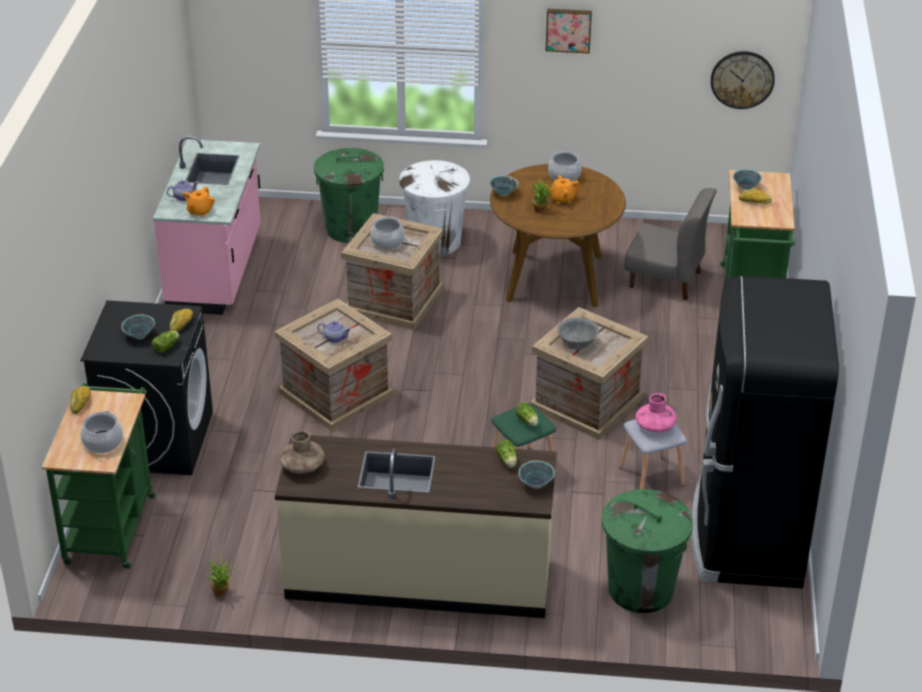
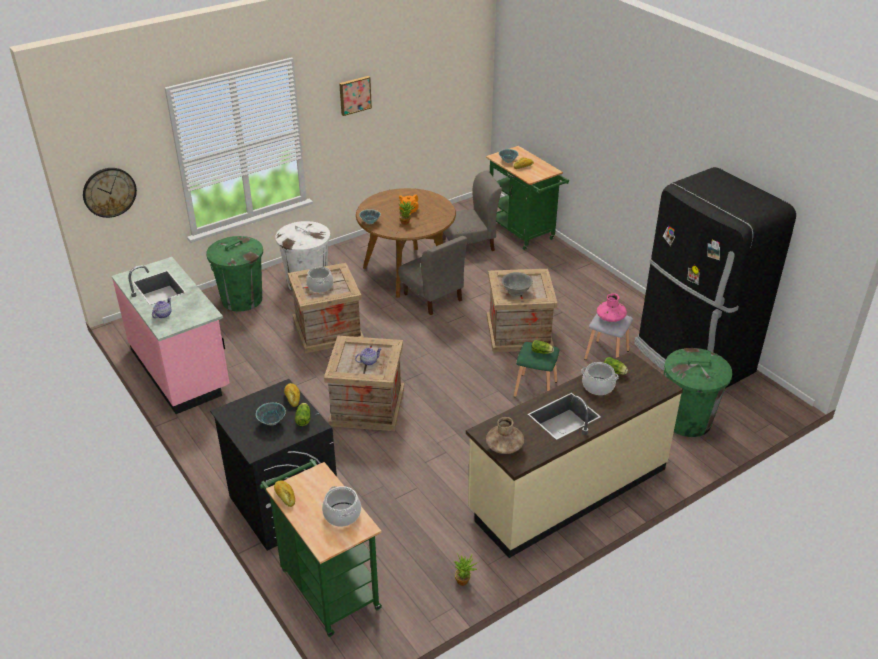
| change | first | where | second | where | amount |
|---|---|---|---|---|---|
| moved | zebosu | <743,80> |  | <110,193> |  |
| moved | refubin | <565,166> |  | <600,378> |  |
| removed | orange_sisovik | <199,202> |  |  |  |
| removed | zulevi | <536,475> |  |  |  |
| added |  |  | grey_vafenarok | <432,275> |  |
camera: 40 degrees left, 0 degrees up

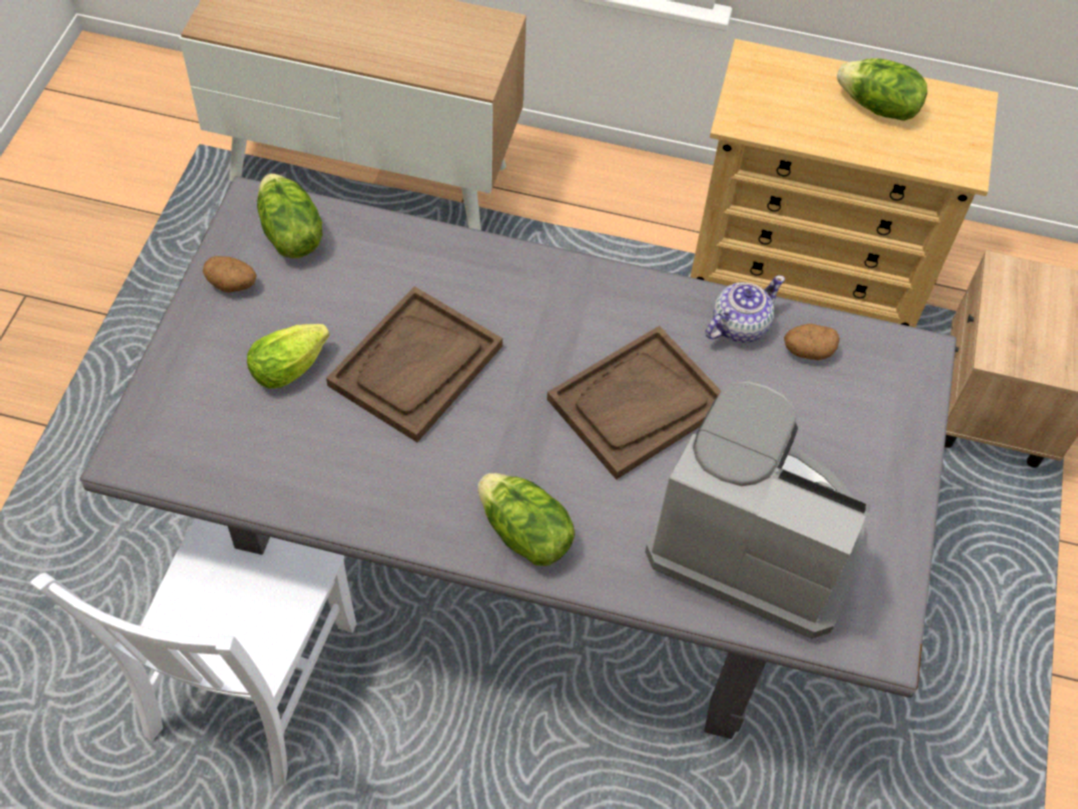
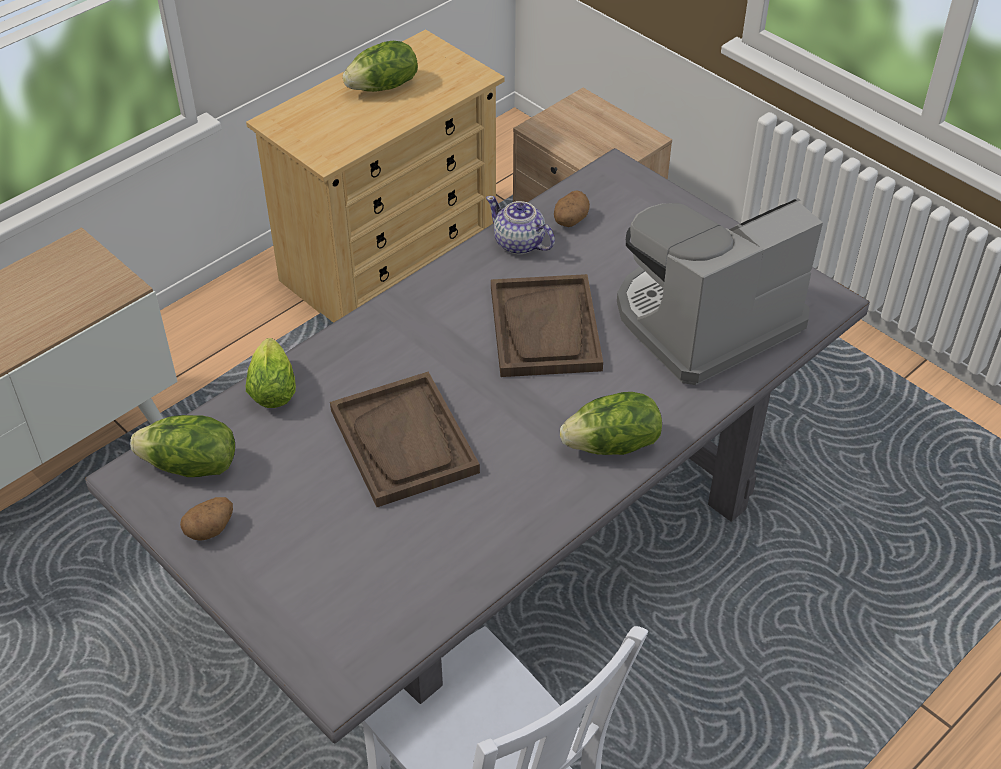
| change | first | where | second | where | amount |
|---|---|---|---|---|---|
| turned | sisovik | <745,308> |  | <520,225> | 45 degrees counterclockwise |
| moved | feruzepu | <288,356> |  | <271,373> |  |
camera: 55 degrees left, 10 degrees down

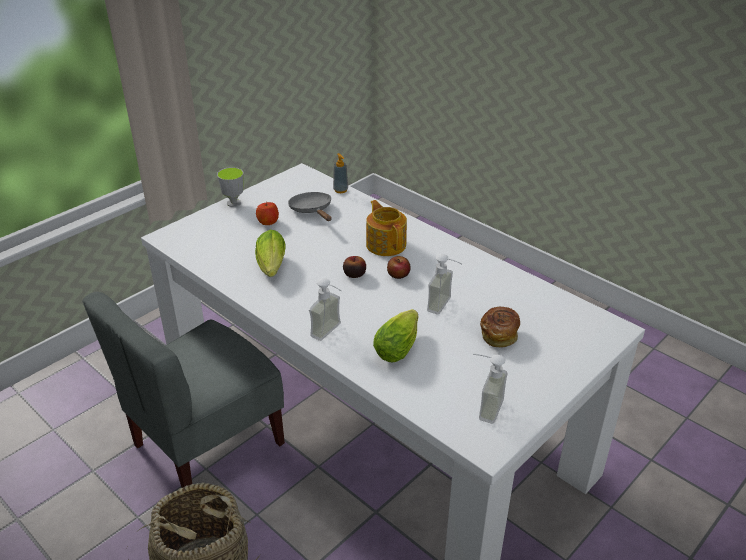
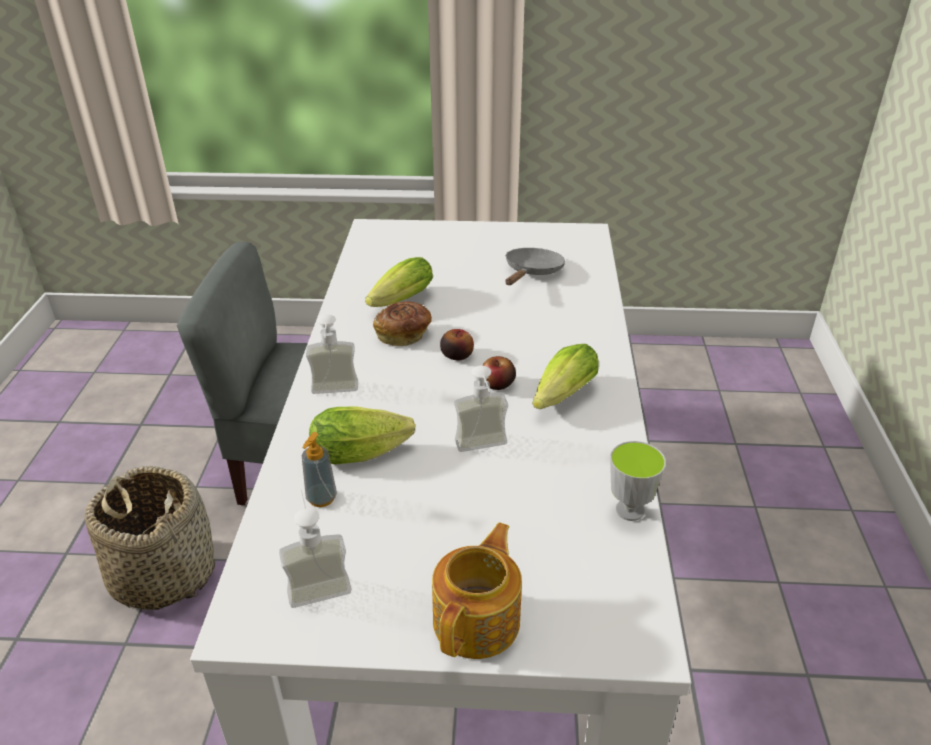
| change | first | where | second | where | amount |
|---|---|---|---|---|---|
| moved | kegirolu | <340,173> |  | <319,469> |  |
| moved | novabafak | <230,187> |  | <638,481> |  |
| moved | sisovik | <386,228> |  | <477,590> |  |
| removed | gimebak | <267,213> |  |  |  |
| moved | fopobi | <500,326> |  | <402,324> |  |
| added |  |  | feruzepu | <565,376> |  |
camera: 50 degrees right, 0 degrees up

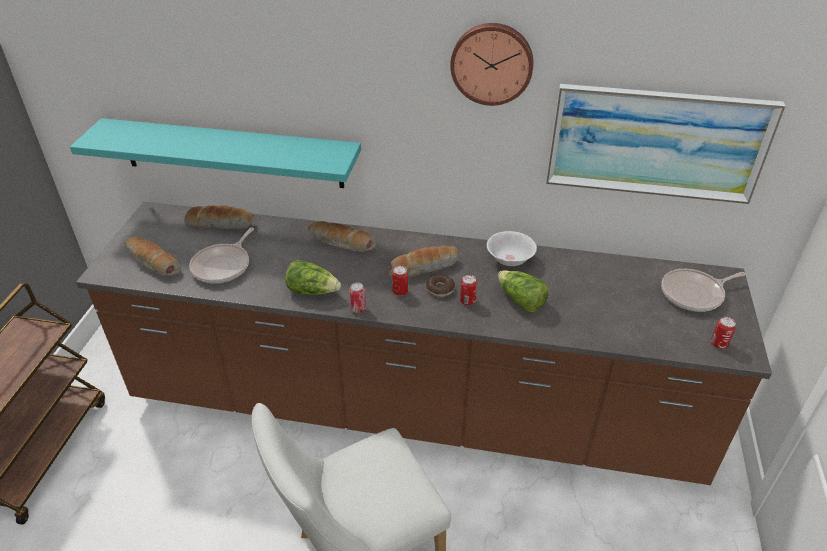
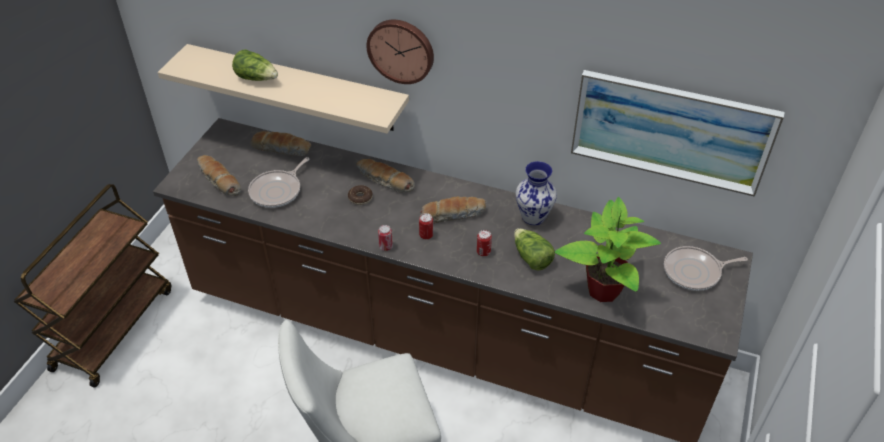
| change | first | where | second | where | amount |
|---|---|---|---|---|---|
| moved | zebosu | <491,64> |  | <400,52> |  |
| recoloured | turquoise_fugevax | <215,153> | beige_fugevax | <283,89> |  |
| replaced | white_zulevi | <512,248> | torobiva | <536,193> |  |
| moved | feruzepu | <313,277> |  | <255,65> |  |
| moved | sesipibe | <440,285> |  | <360,195> |  |
| removed | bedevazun | <723,333> |  |  |  |
| added |  |  | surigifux | <608,249> |  |
camera: 10 degrees right, 5 degrees up

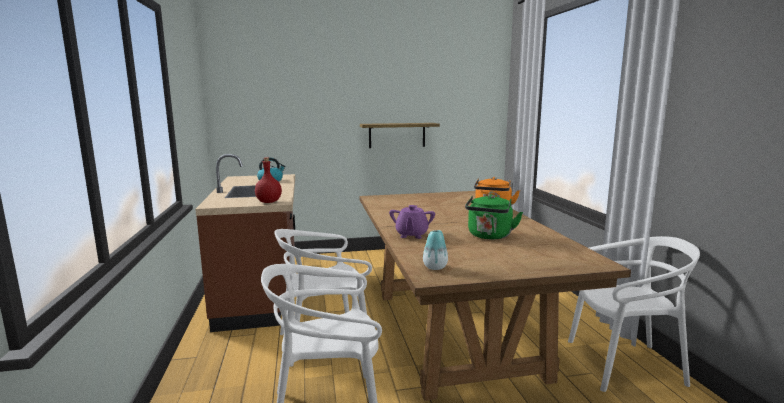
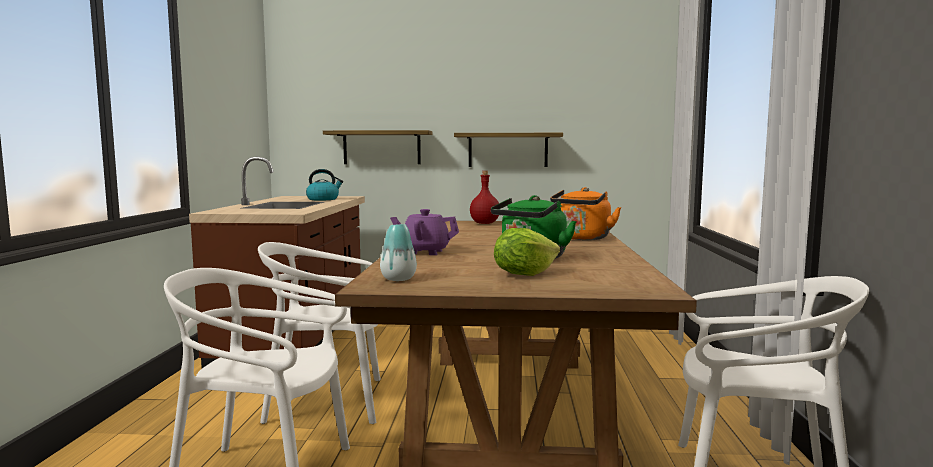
| change | first | where | second | where | amount |
|---|---|---|---|---|---|
| moved | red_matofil | <268,180> |  | <484,197> |  |
| turned | purple_sisovik | <412,222> |  | <424,232> | 75 degrees clockwise |
| added |  |  | fugevax | <378,147> |  |
| added |  |  | feruzepu | <527,252> |  |
camera: 15 degrees right, 5 degrees down

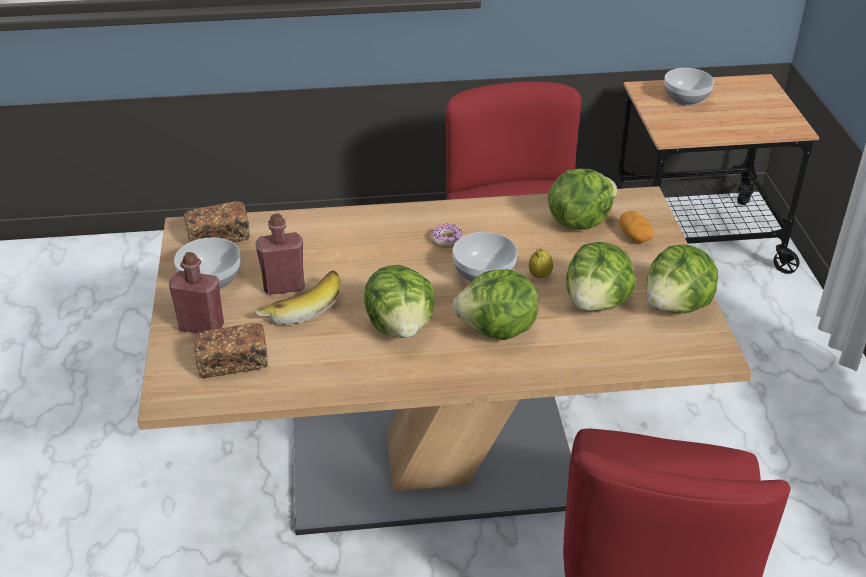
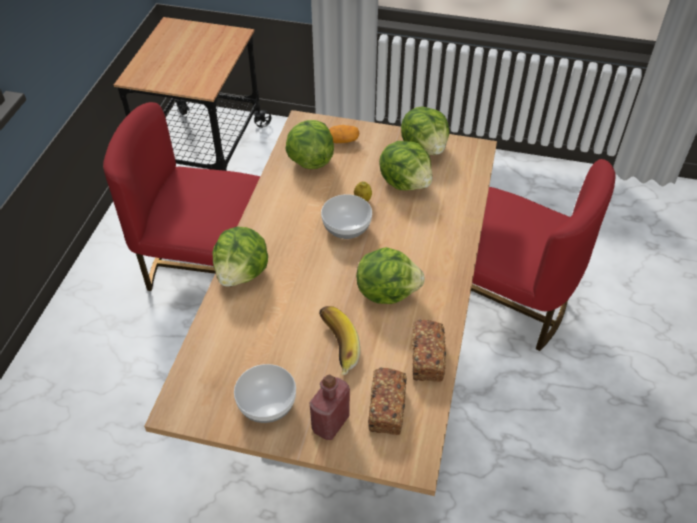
| change | first | where | second | where | amount |
|---|---|---|---|---|---|
| removed | zulevi | <689,87> |  |  |  |
| moved | fopobi | <217,221> |  | <429,351> |  |
| removed | red_matofil | <280,254> |  |  |  |
| removed | sesipibe | <447,236> |  |  |  |
| moved | feruzepu | <495,304> |  | <240,257> |  |
camera: 70 degrees left, 10 degrees up

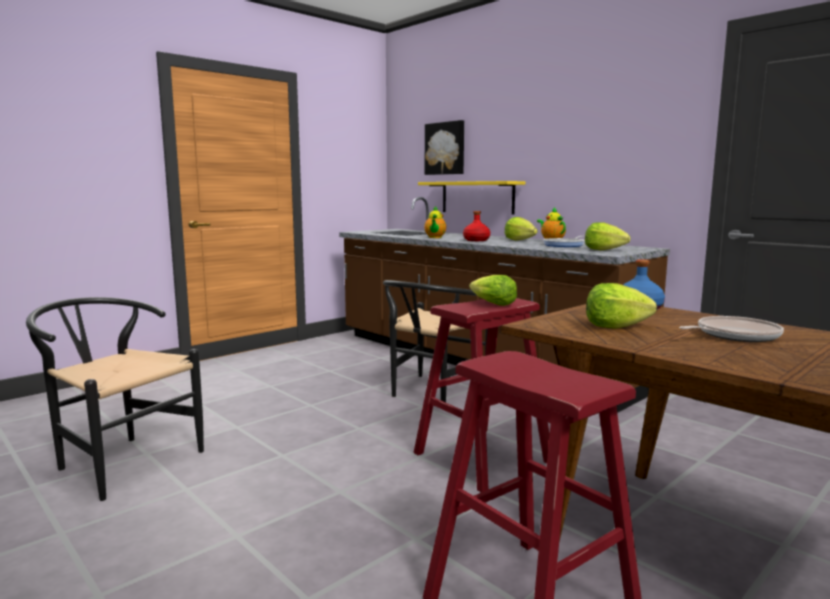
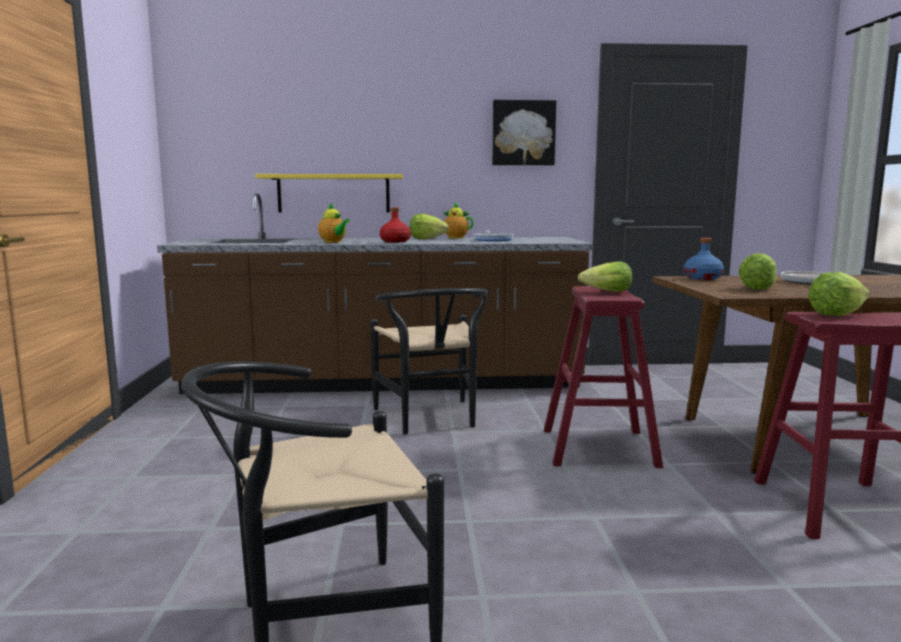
| change | first | where | second | where | amount |
|---|---|---|---|---|---|
| moved | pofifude | <444,147> |  | <524,132> |  |
| moved | feruzepu | <607,236> |  | <839,294> |  |
camera: 50 degrees left, 0 degrees up

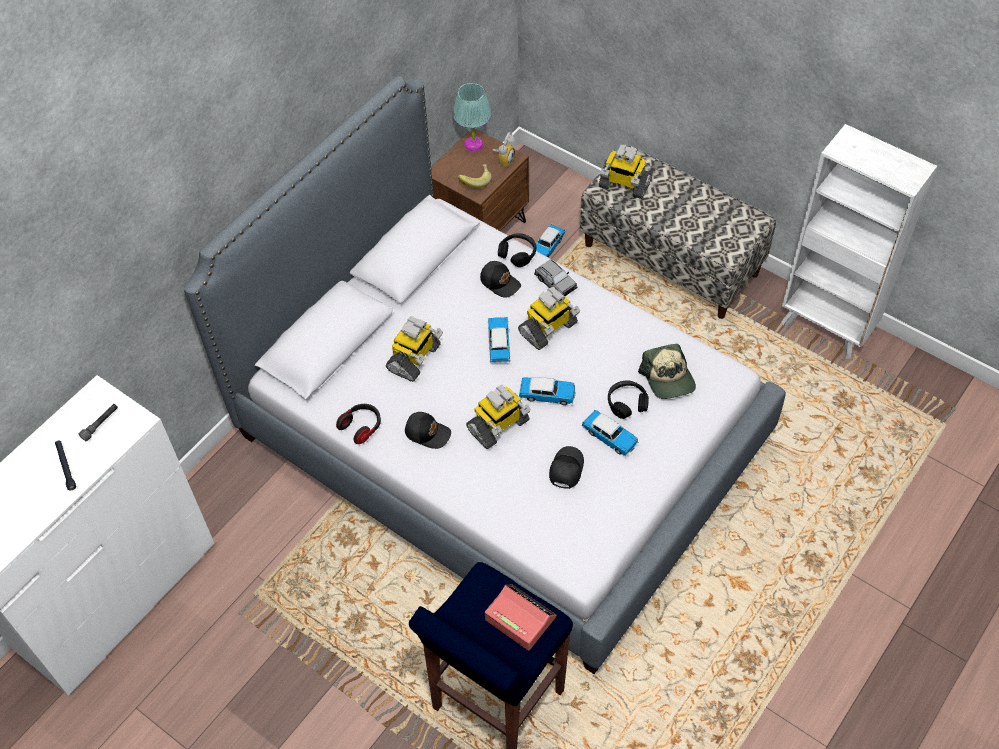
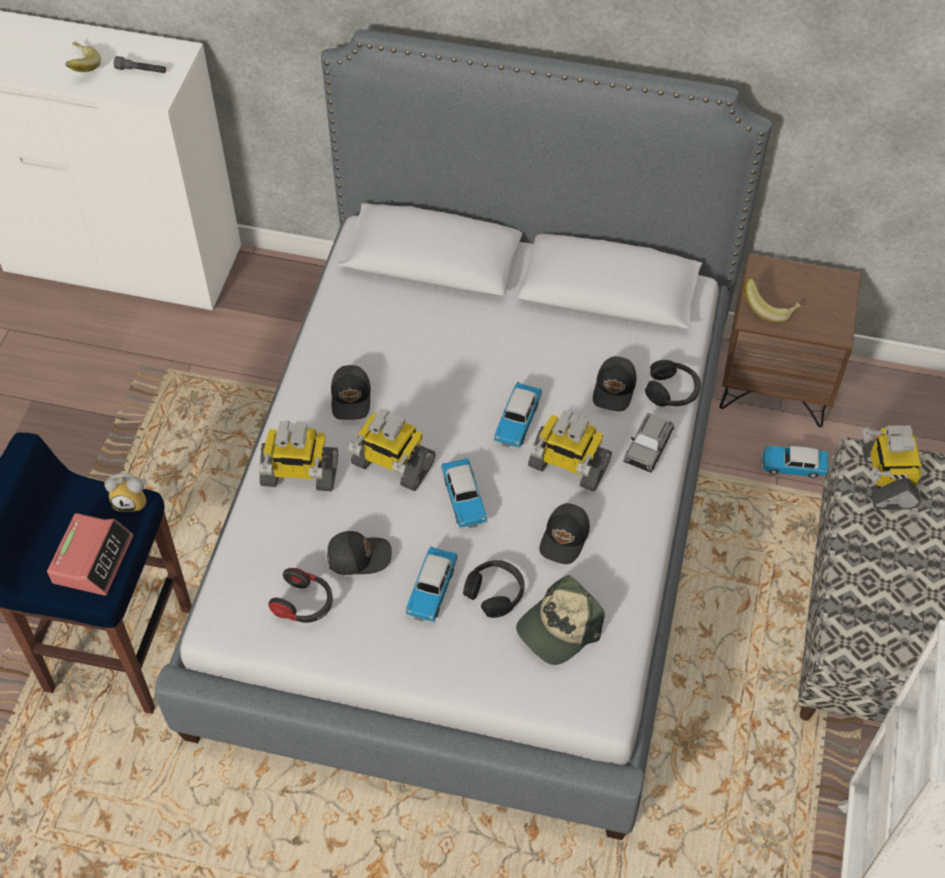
| change | first | where | second | where | amount |
|---|---|---|---|---|---|
| removed | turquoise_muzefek | <472,117> |  |  |  |
| moved | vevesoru | <504,149> |  | <125,492> |  |
| moved | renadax | <414,349> |  | <298,456> |  |
| turned | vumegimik | <499,340> |  | <517,415> | 135 degrees clockwise |
| moved | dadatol | <358,424> |  | <300,595> |  |
| replaced | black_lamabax | <65,465> | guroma | <83,56> |  |
| added |  |  | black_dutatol | <564,533> |  |
camera: 65 degrees right, 0 degrees up

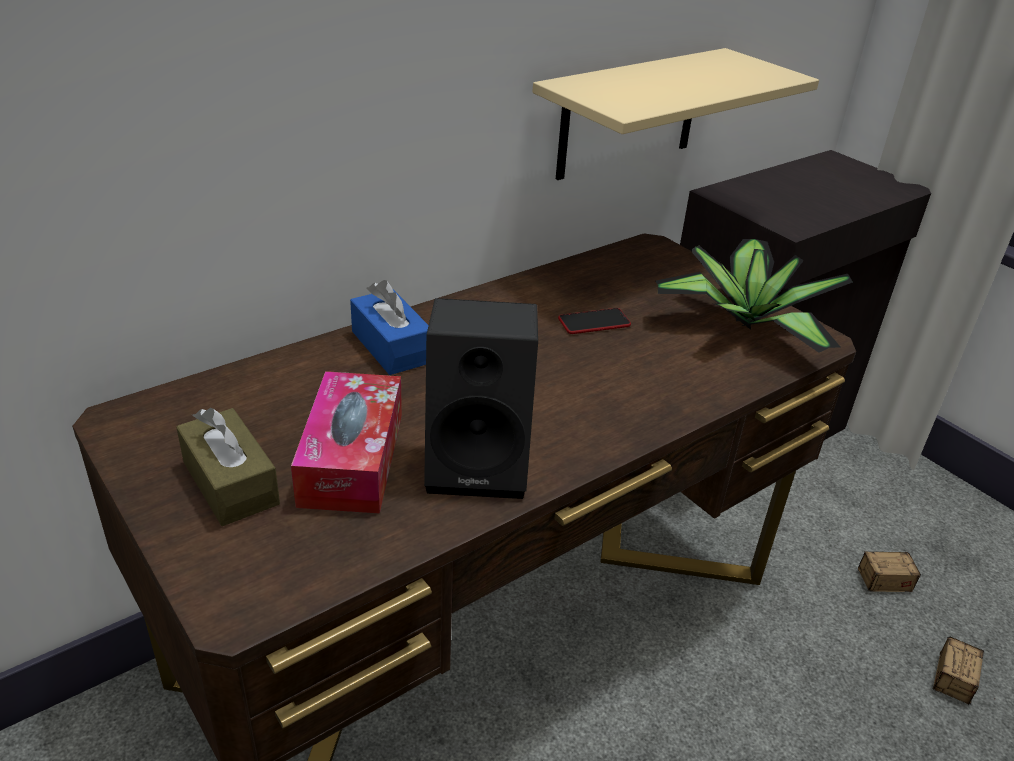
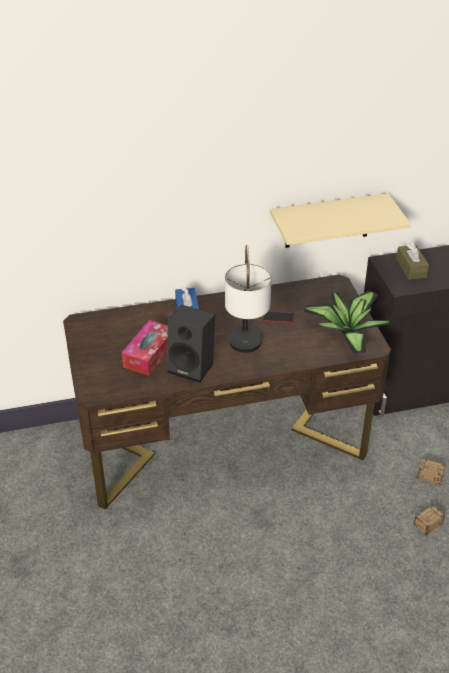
| change | first | where | second | where | amount |
|---|---|---|---|---|---|
| moved | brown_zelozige | <228,467> |  | <412,261> |  |
| added |  |  | muzefek | <248,299> |  |
camera: 25 degrees right, 5 degrees up

